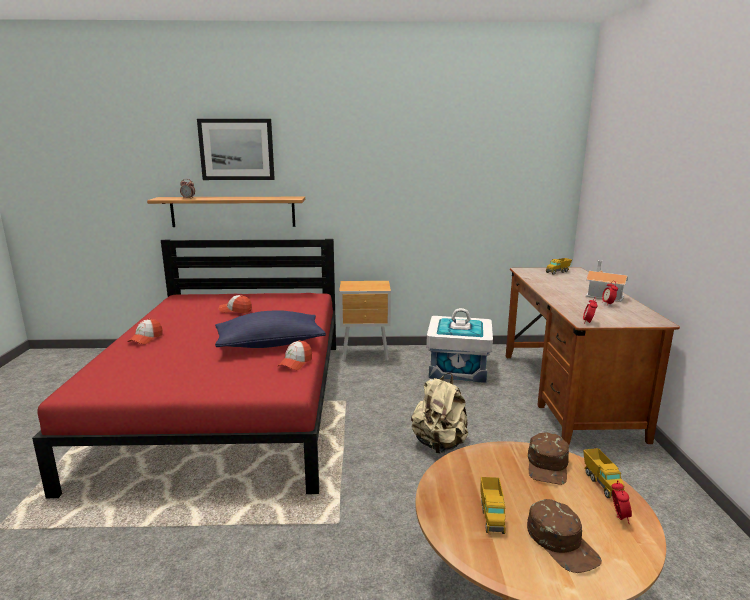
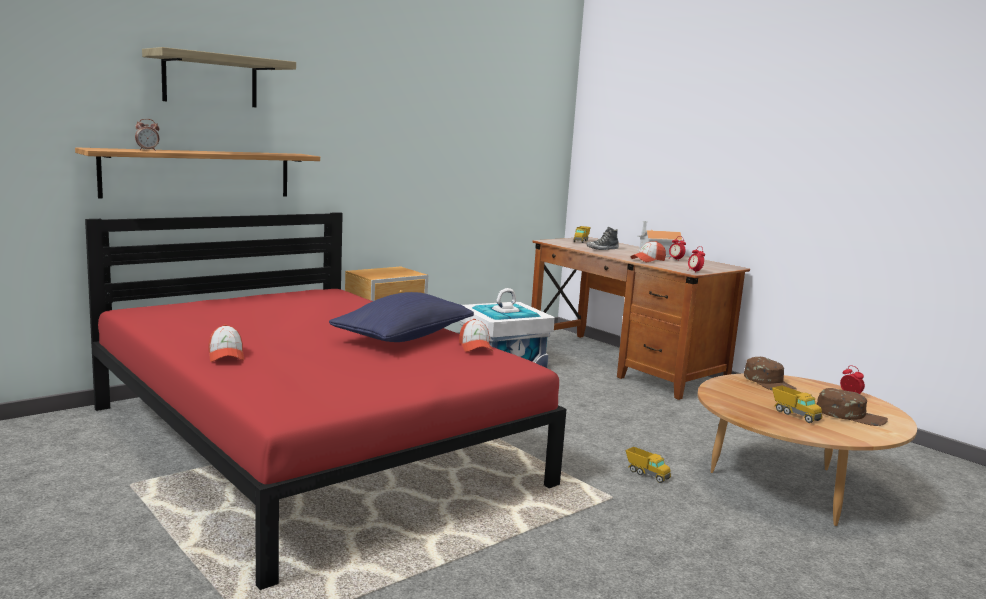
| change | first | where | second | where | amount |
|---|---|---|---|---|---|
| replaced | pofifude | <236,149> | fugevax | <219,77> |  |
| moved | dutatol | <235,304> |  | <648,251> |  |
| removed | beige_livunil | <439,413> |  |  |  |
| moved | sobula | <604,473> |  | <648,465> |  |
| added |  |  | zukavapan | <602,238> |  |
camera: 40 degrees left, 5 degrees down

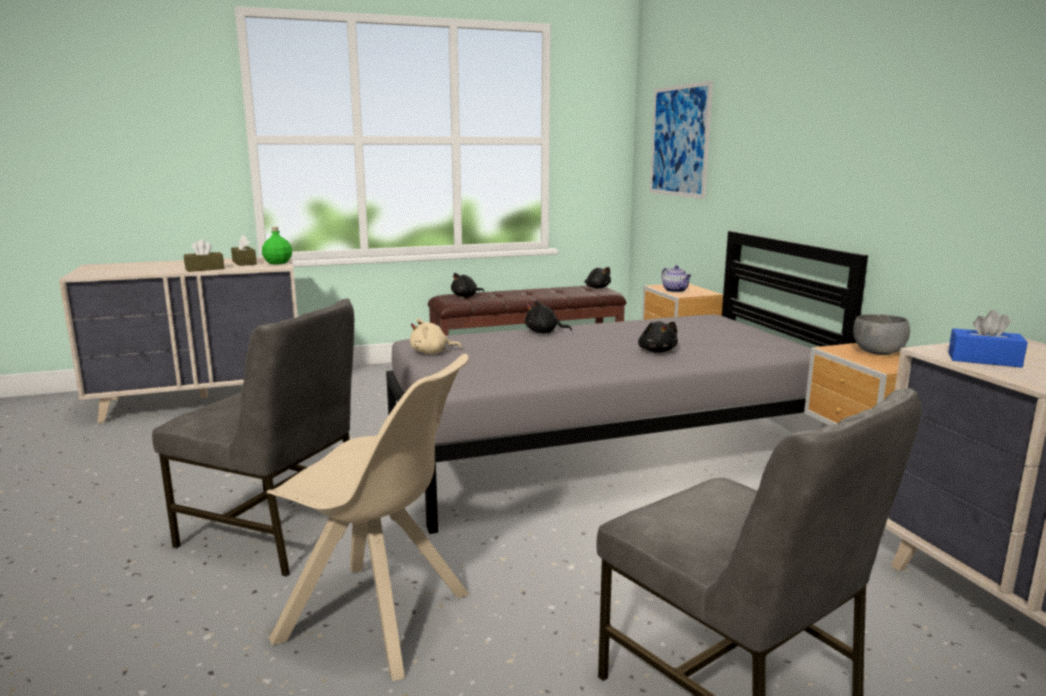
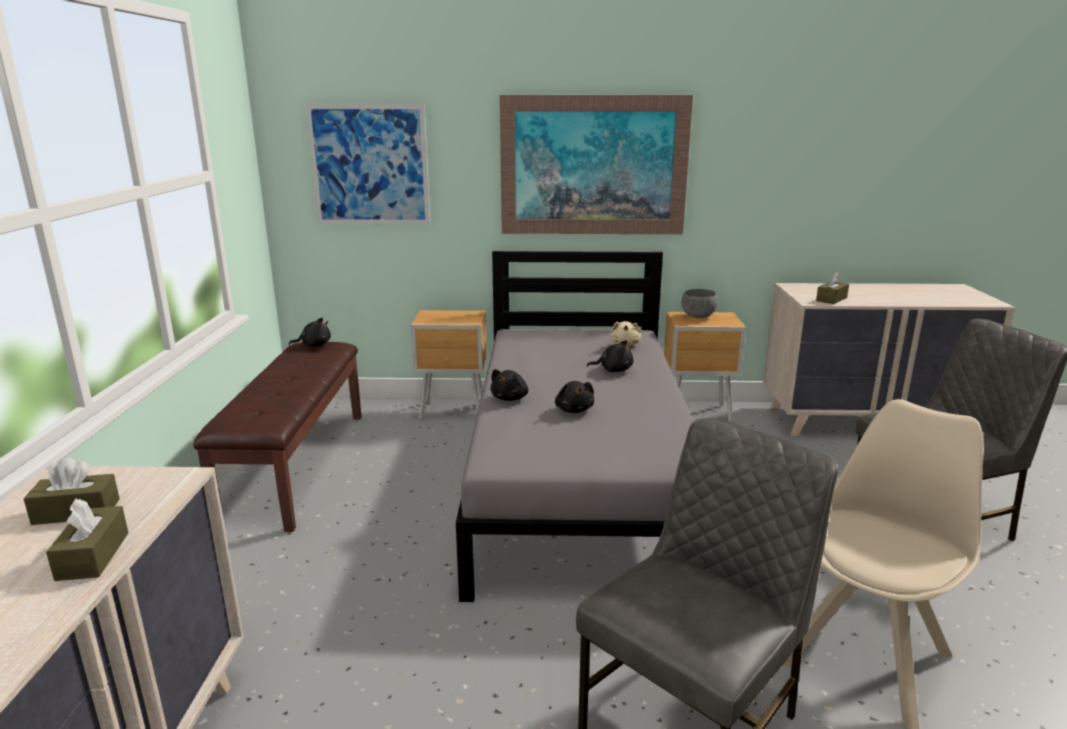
| change | first | where | second | where | amount |
|---|---|---|---|---|---|
| removed | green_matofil | <277,245> |  |  |  |
| removed | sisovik | <676,278> |  |  |  |
| moved | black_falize | <467,285> |  | <574,397> |  |
| recoloured | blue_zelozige | <988,339> | brown_zelozige | <832,287> |  |
| moved | beige_falize | <436,336> |  | <625,334> |  |
| added |  |  | pofifude | <596,164> |  |
camera: 70 degrees left, 5 degrees up

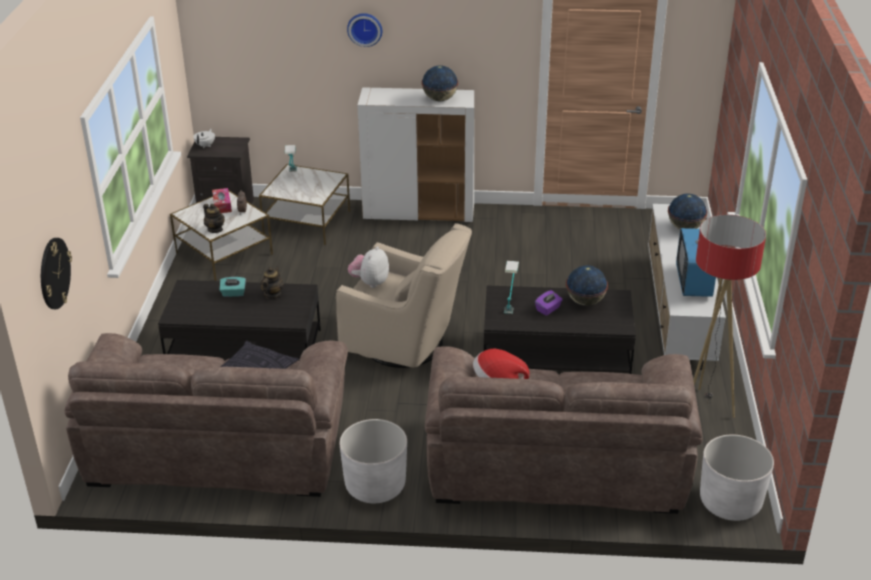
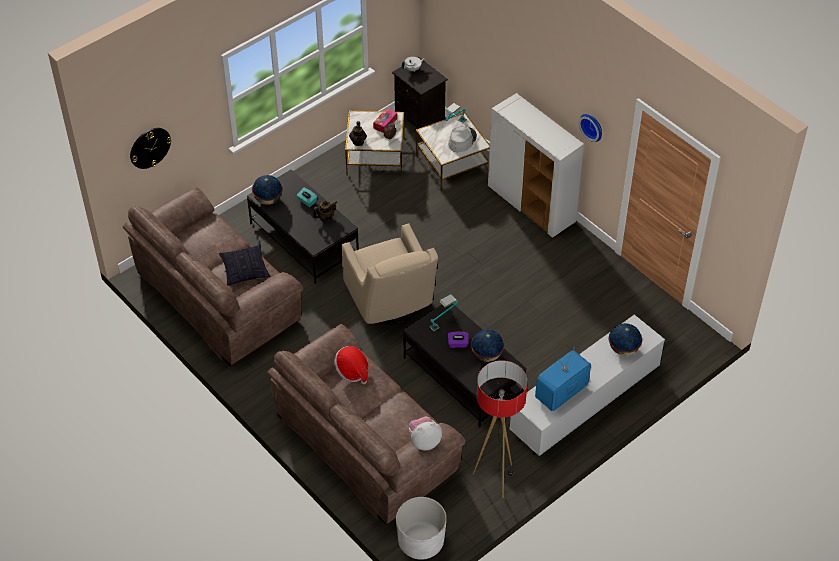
| change | first | where | second | where | amount |
|---|---|---|---|---|---|
| moved | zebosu | <364,30> |  | <590,128> |  |
| moved | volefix | <440,83> |  | <267,190> |  |
| moved | falize | <368,267> |  | <425,433> |  |
| removed | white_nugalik | <373,461> |  |  |  |
| added |  |  | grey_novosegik | <462,139> |  |
camera: 45 degrees right, 15 degrees up

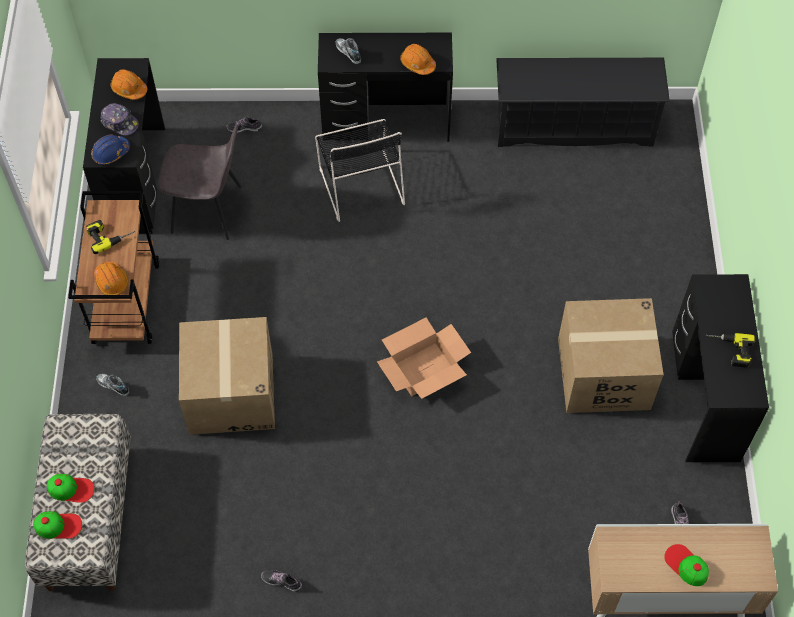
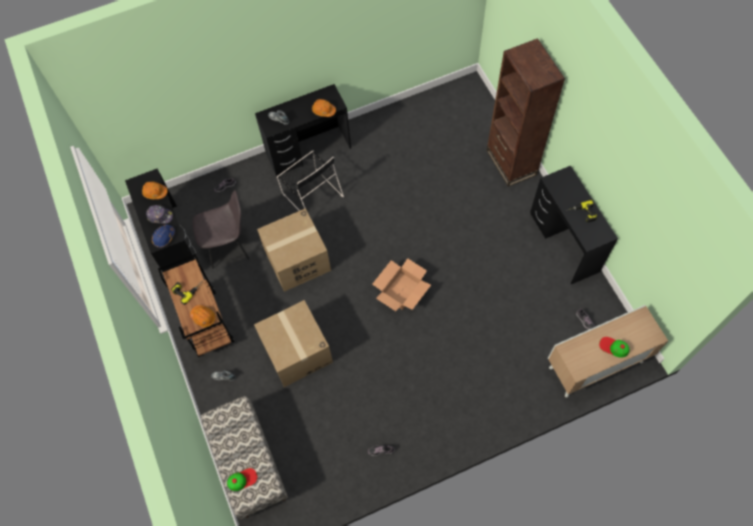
| change | first | where | second | where | amount |
|---|---|---|---|---|---|
| removed | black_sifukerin | <583,102> |  |  |  |
| moved | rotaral | <611,355> |  | <294,250> |  |
| removed | dutatol | <70,488> |  |  |  |
| added |  |  | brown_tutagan | <525,112> |  |
camera: 20 degrees left, 5 degrees up

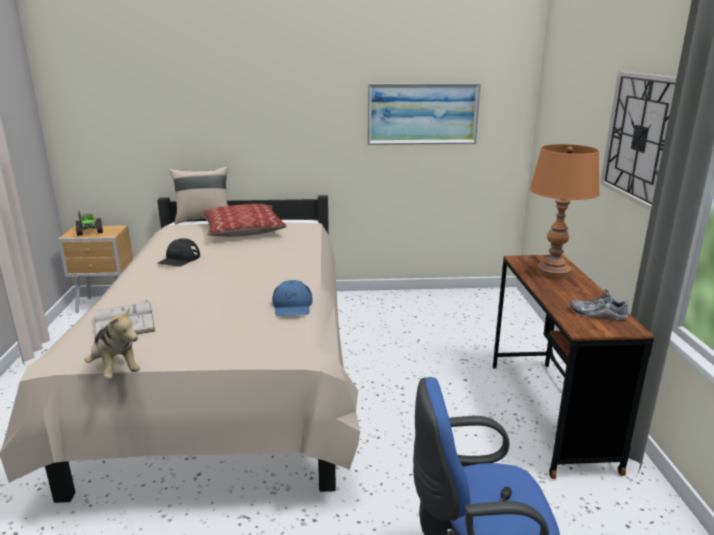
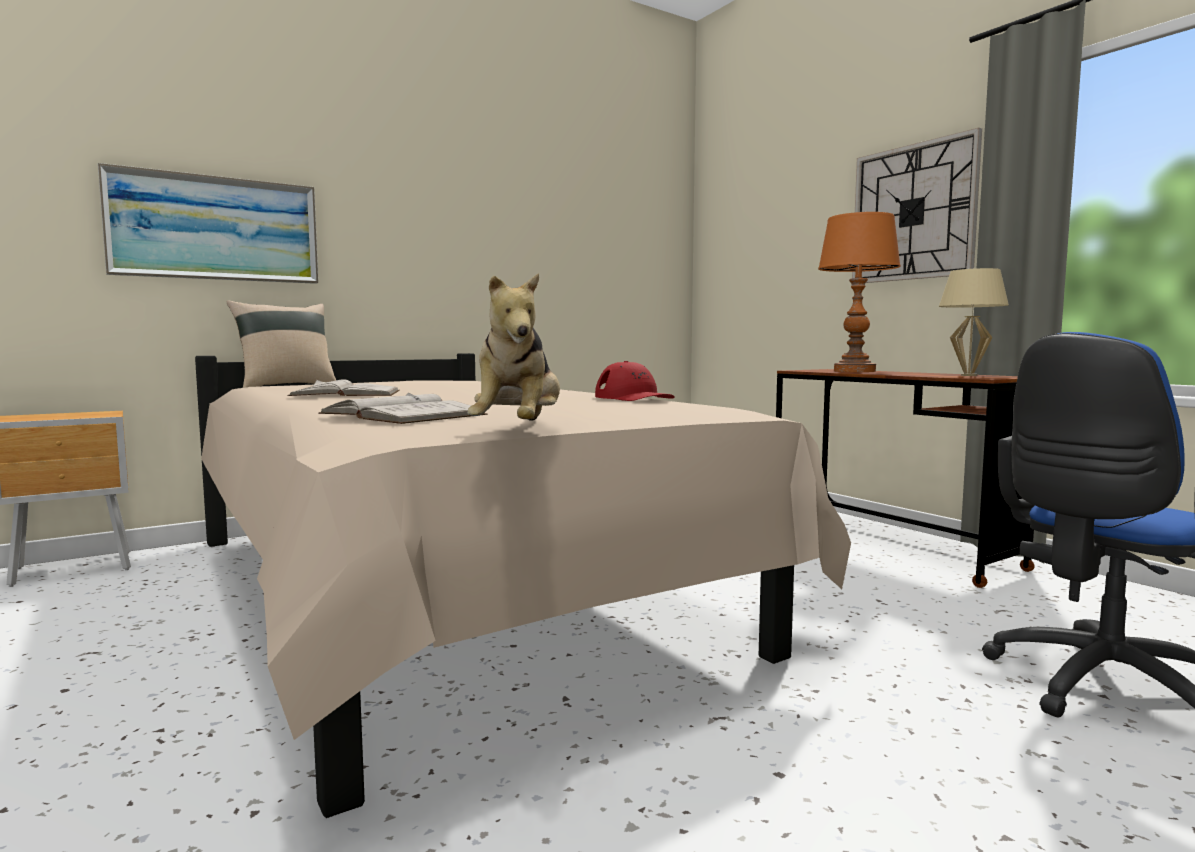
| change | first | where | second | where | amount |
|---|---|---|---|---|---|
| moved | pofifude | <424,114> |  | <208,223> |  |
| removed | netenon | <243,220> |  |  |  |
| removed | sobula | <89,223> |  |  |  |
| replaced | black_dutatol | <179,252> | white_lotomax | <343,387> |  |
| recoloured | blue_dutatol | <292,298> | red_dutatol | <635,381> |  |
| replaced | zukavapan | <599,304> | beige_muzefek | <974,322> |  |
| turned | falize | <112,343> |  | <513,347> | 75 degrees clockwise |
camera: 30 degrees left, 15 degrees down

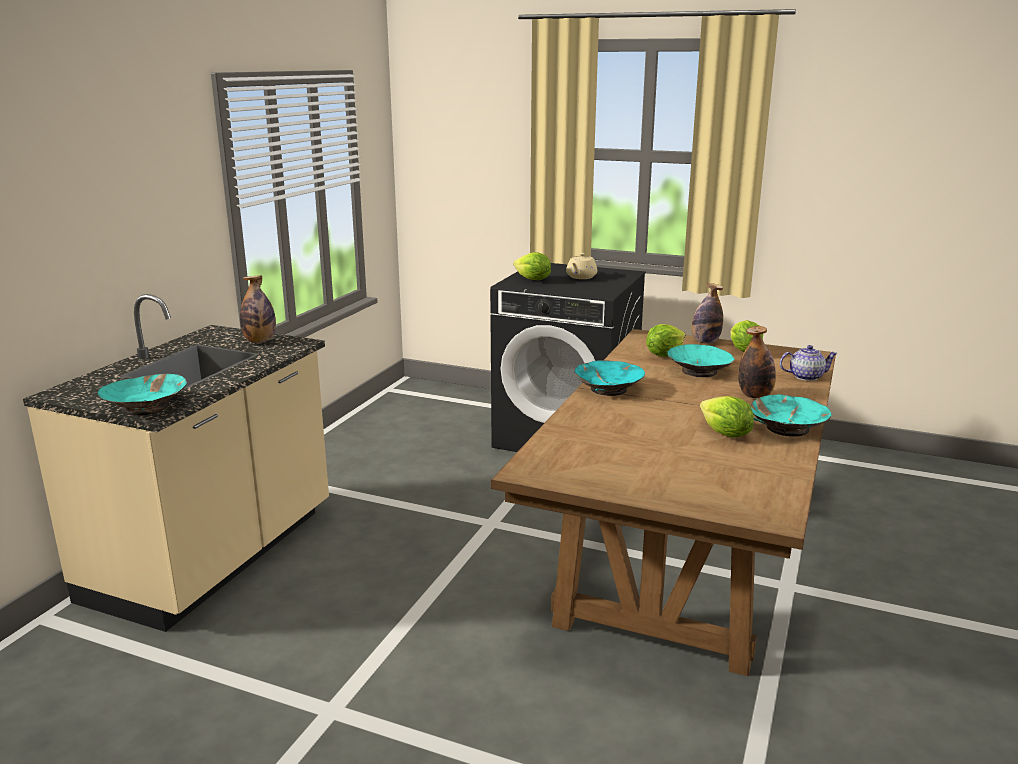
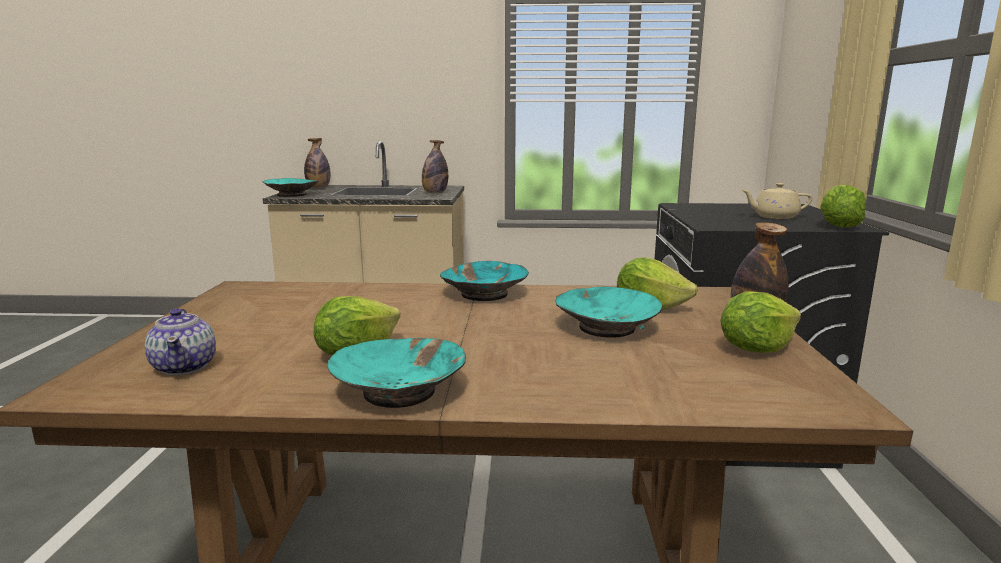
| change | first | where | second | where | amount |
|---|---|---|---|---|---|
| moved | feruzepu | <532,266> |  | <843,206> |  |
| moved | matofil | <757,362> |  | <317,163> |  |
| moved | sisovik | <809,363> |  | <180,341> |  |
camera: 70 degrees right, 5 degrees down

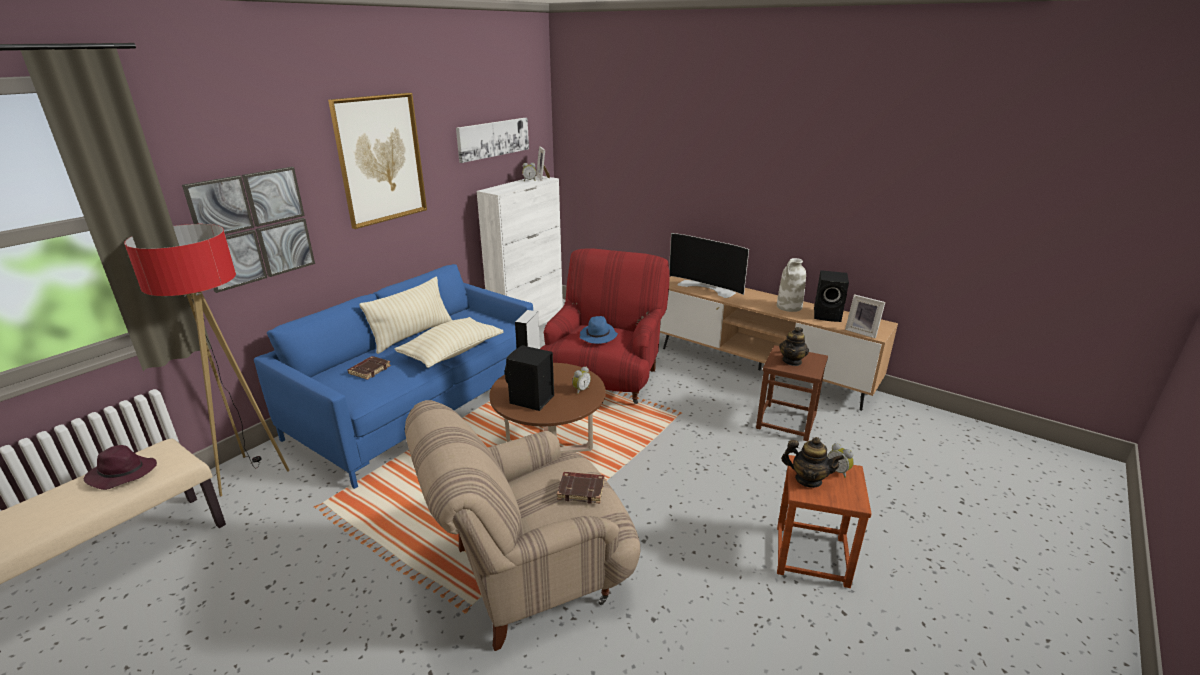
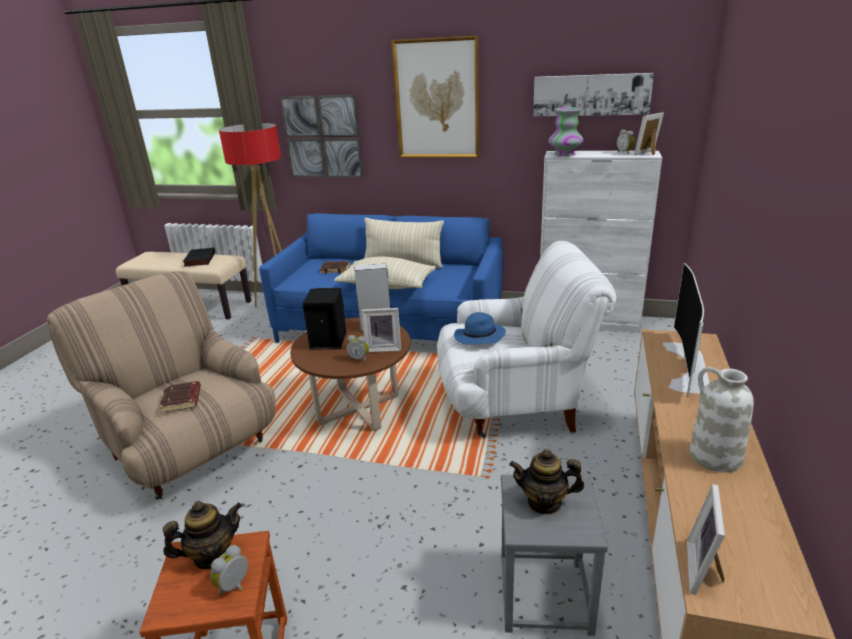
| change | first | where | second | where | amount |
|---|---|---|---|---|---|
| recoloured | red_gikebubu | <605,326> | white_gikebubu | <526,339> |  |
| removed | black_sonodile | <831,296> |  |  |  |
| recoloured | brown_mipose | <792,393> | grey_mipose | <554,555> |  |
| turned | sisovik | <812,462> |  | <202,535> | 120 degrees counterclockwise |
| replaced | purple_novosegik | <120,467> | black_lotomax | <199,257> |  |
| added |  |  | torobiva | <566,131> |  |
| added |  |  | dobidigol | <381,330> |  |
camera: 70 degrees right, 0 degrees up

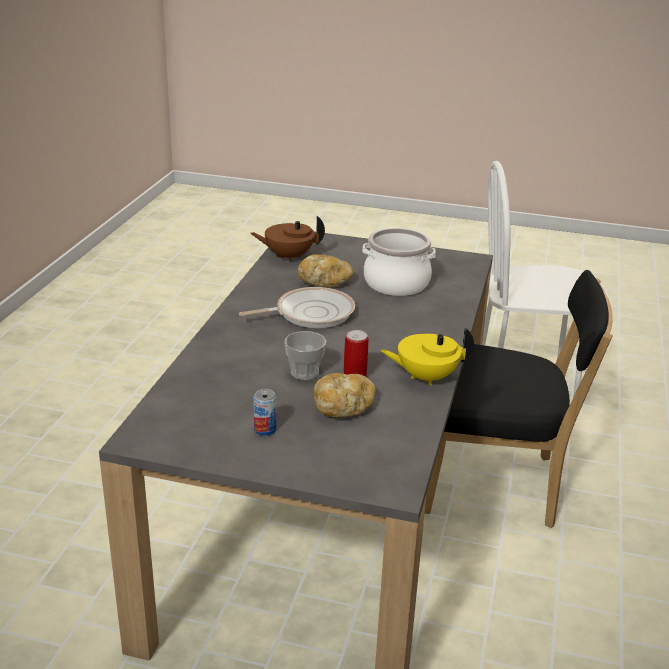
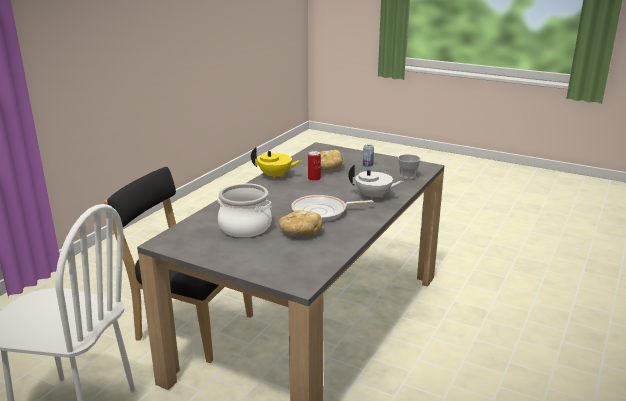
| change | first | where | second | where | amount |
|---|---|---|---|---|---|
| removed | brown_sisovik | <287,239> |  |  |  |
| moved | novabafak | <305,355> |  | <409,167> |  |
| added |  |  | white_sisovik | <376,182> |  |
camera: 165 degrees left, 5 degrees down

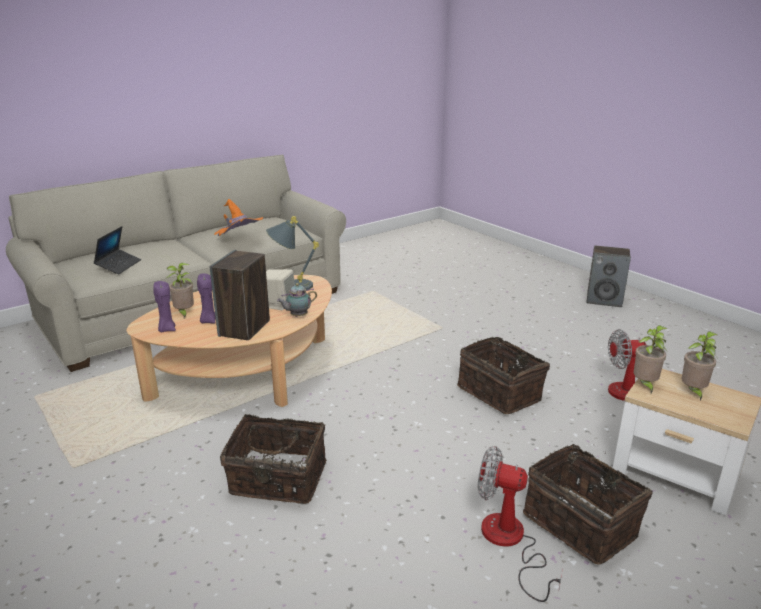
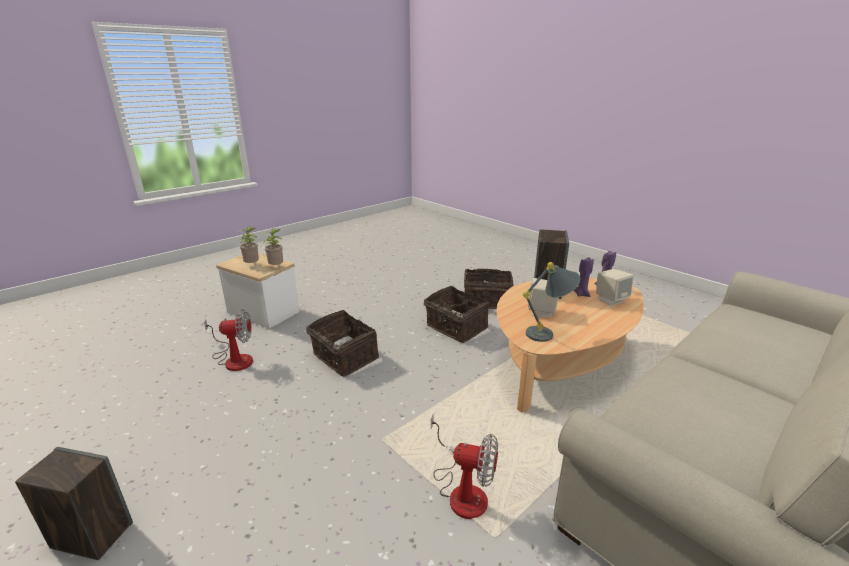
| change | first | where | second | where | amount |
|---|---|---|---|---|---|
| removed | orange_novosegik | <238,217> |  |  |  |
| removed | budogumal | <117,250> |  |  |  |
| replaced | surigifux | <180,290> | beige_sonodile | <615,287> |  |
| removed | sisovik | <297,300> |  |  |  |
| moved | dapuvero | <588,504> |  | <456,314> |  |
| moved | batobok | <520,524> |  | <464,466> |  |
camera: 175 degrees right, 0 degrees up

